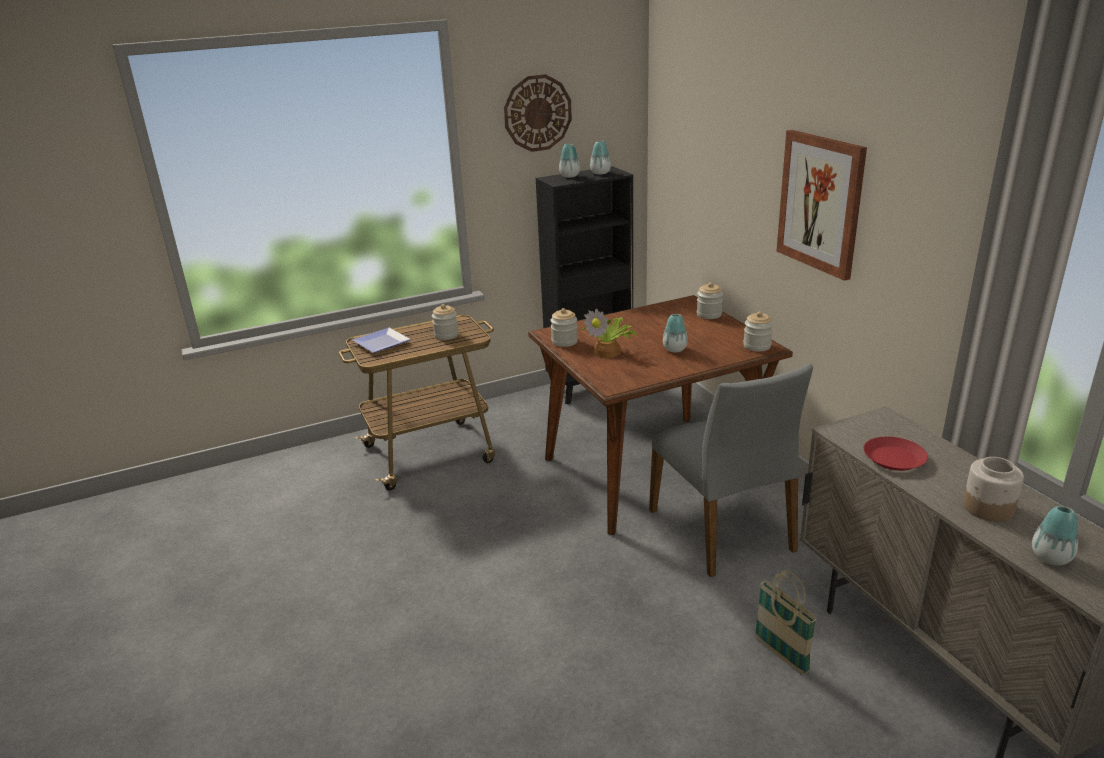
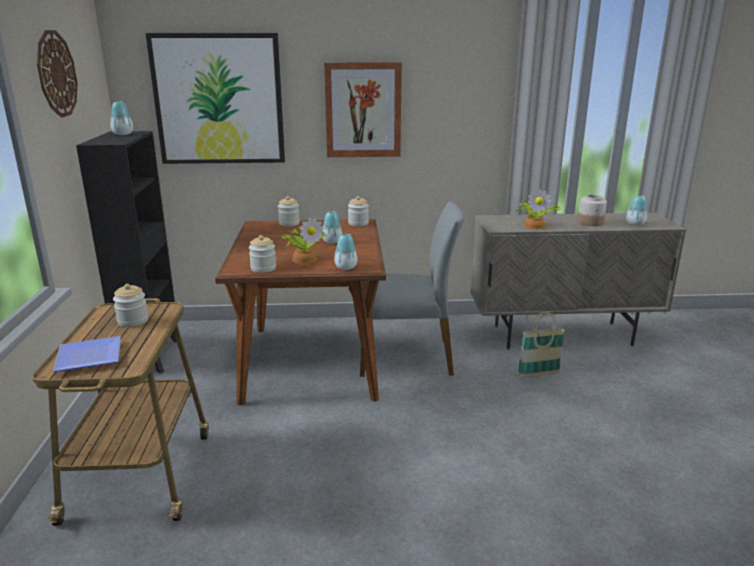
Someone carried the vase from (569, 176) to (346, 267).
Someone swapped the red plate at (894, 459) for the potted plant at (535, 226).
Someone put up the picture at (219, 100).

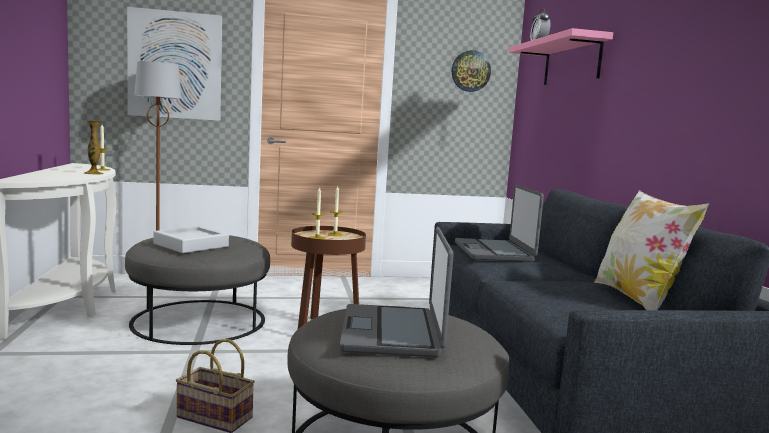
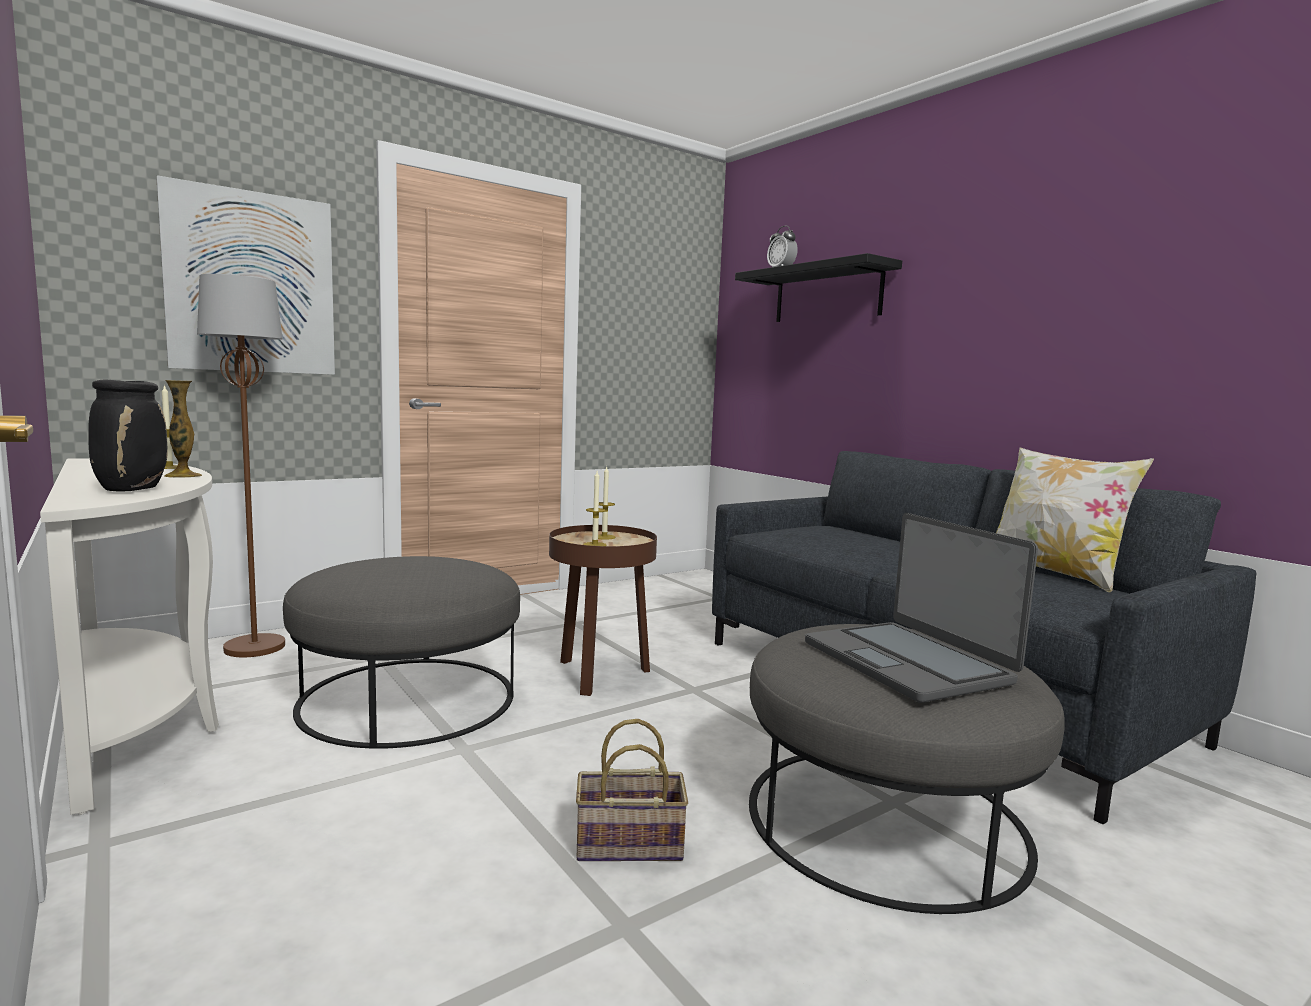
Someone took away the grey tray at (191, 245).
Someone took away the wall clock at (470, 71).
Someone took away the laptop at (494, 252).
Someone repainted the pink shelf at (571, 62), which became the black shelf at (827, 294).
Someone put down the black vase at (132, 489).

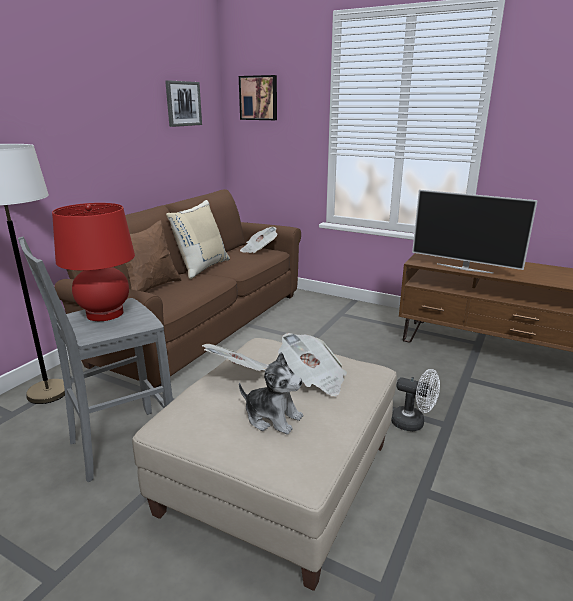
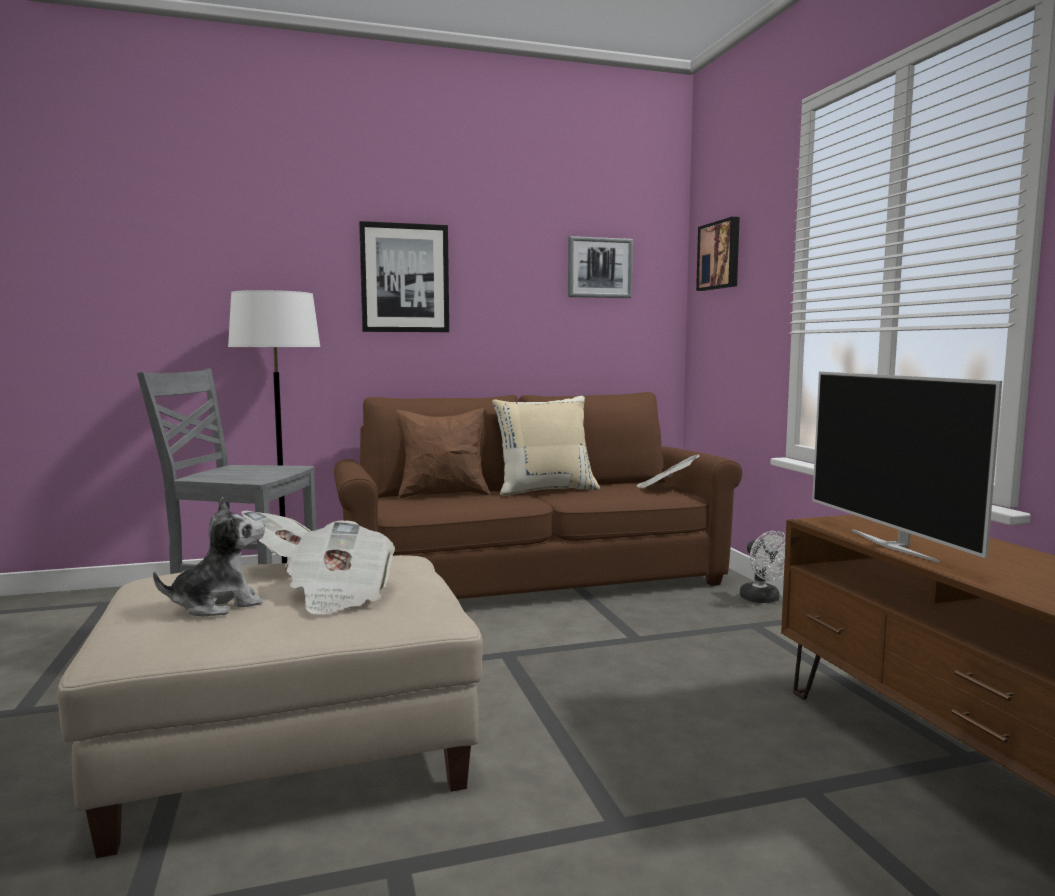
Someone took away the red table lamp at (105, 314).
Someone rotated the plush toy at (272, 418) by 105 degrees counterclockwise.
Someone carried the white fan from (413, 423) to (763, 600).
Someone put up the picture at (404, 278).

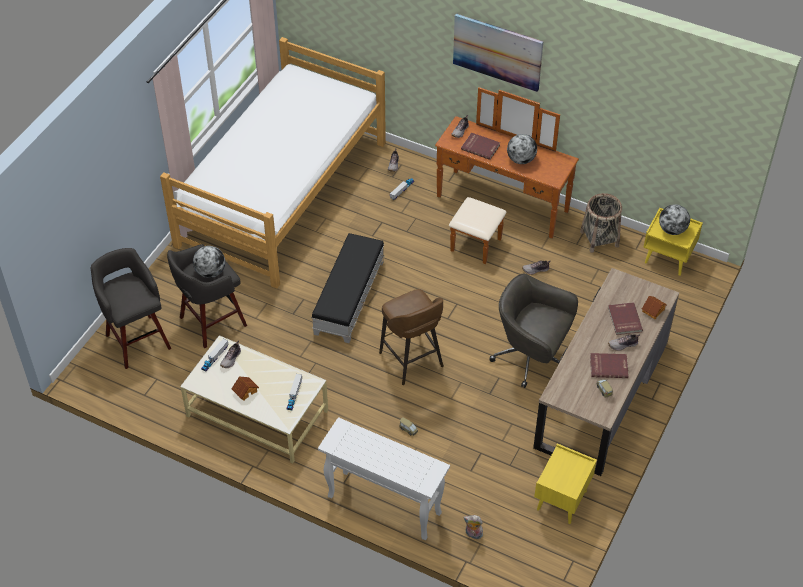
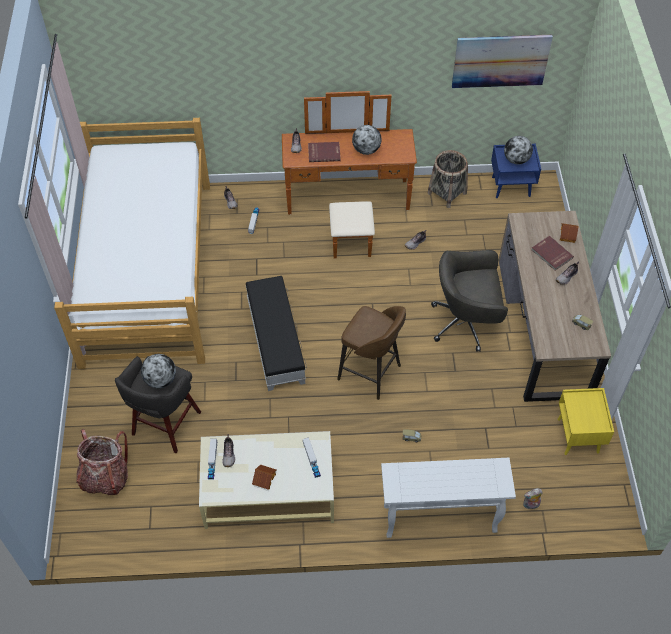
Someone swapped the grey stool at (137, 340) for the backpack at (105, 477).
Someone carried the picture from (497, 51) to (500, 60).
Someone took away the red book at (608, 366).
Someone repainted the yellow nightstand at (668, 258), which became the blue nightstand at (511, 186).

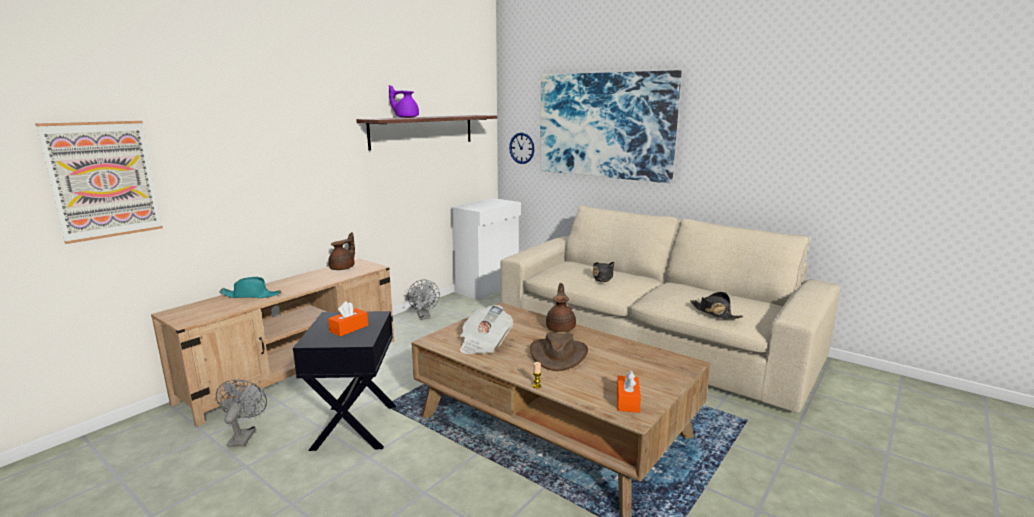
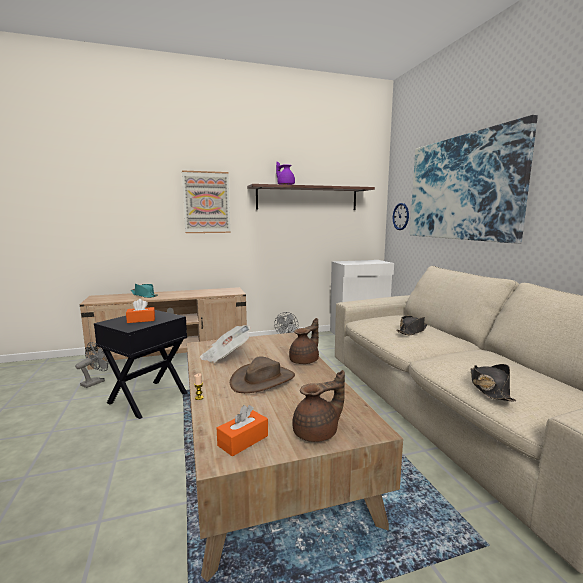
Someone carried the picture from (103, 180) to (206, 202).
Someone carried the brown teapot from (343, 268) to (317, 433).

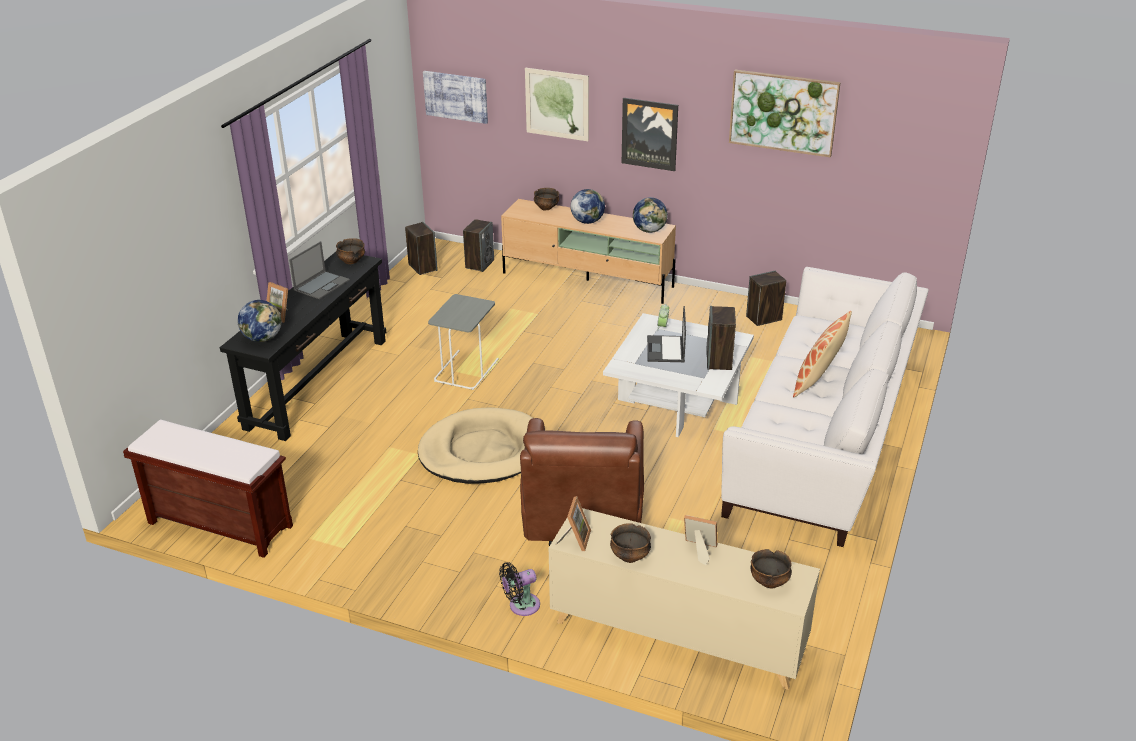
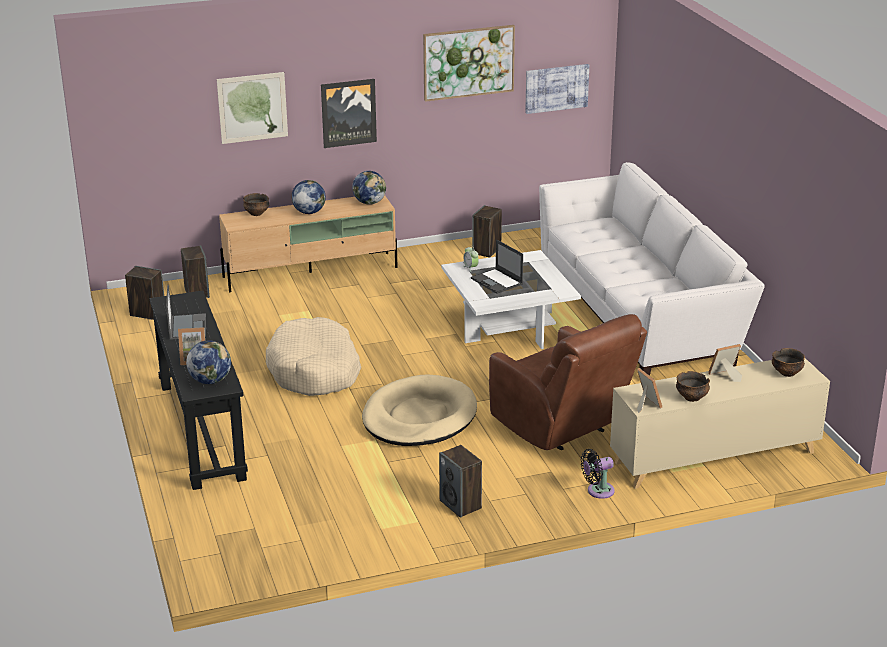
Someone took away the brown bench at (218, 524).
Someone took away the bowl at (351, 261).
Someone carried the picture from (456, 96) to (556, 88).
Someone swapped the grey side table at (465, 370) for the beige dog bed at (315, 371).
Someone rotated the black fan at (521, 606) by 45 degrees clockwise.
Someone carried the speaker from (719, 361) to (461, 504).
Someone took away the pillow at (818, 381).

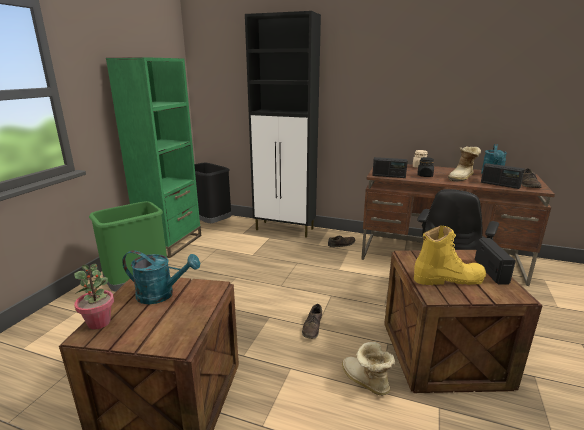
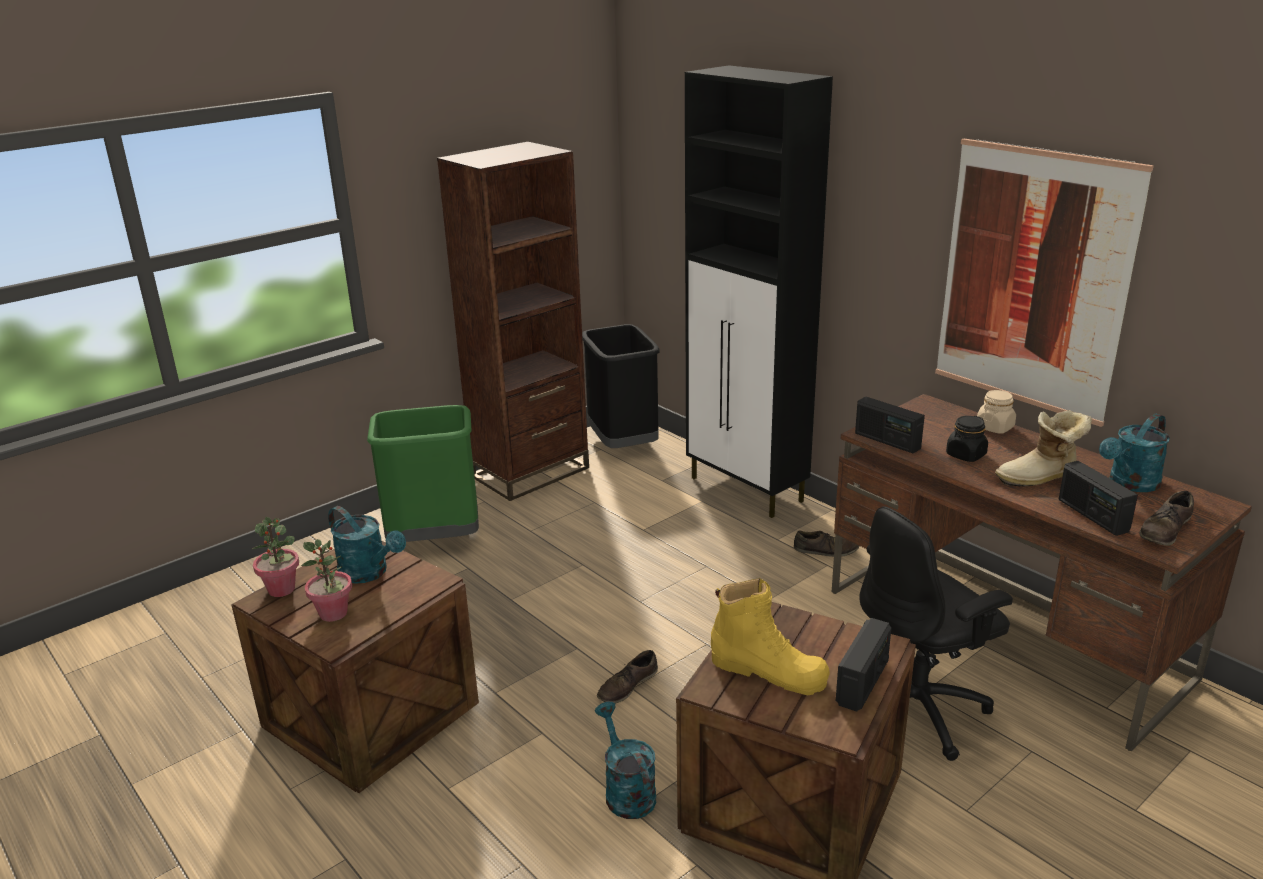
Someone repainted the green bookcase at (171, 243), which became the brown bookcase at (530, 472).
Someone swapped the boot at (365, 382) for the turquoise watering can at (626, 791).
Someone put down the potted plant at (333, 613).
Someone put up the picture at (1033, 279).

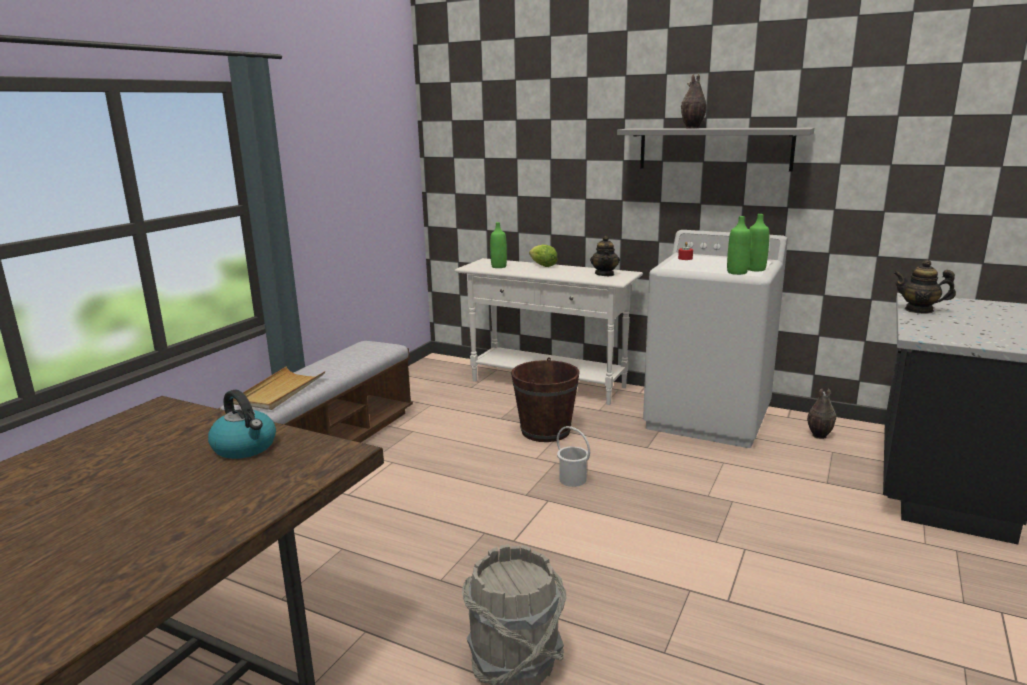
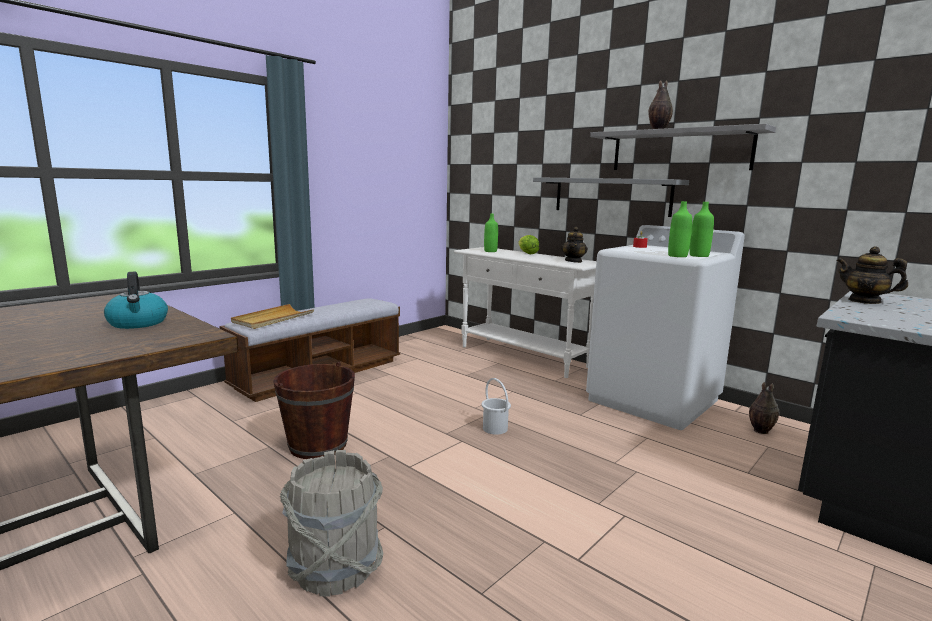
Someone carried the brown bucket from (545, 431) to (318, 445).
Someone put up the grey shelf at (611, 196).

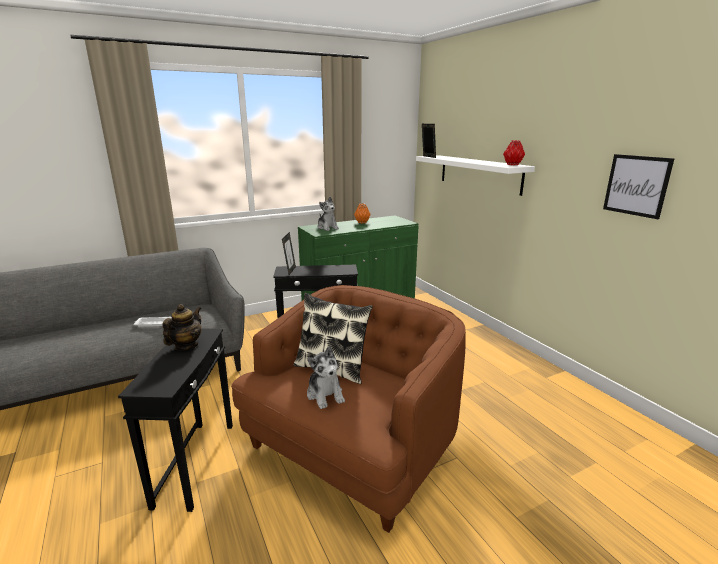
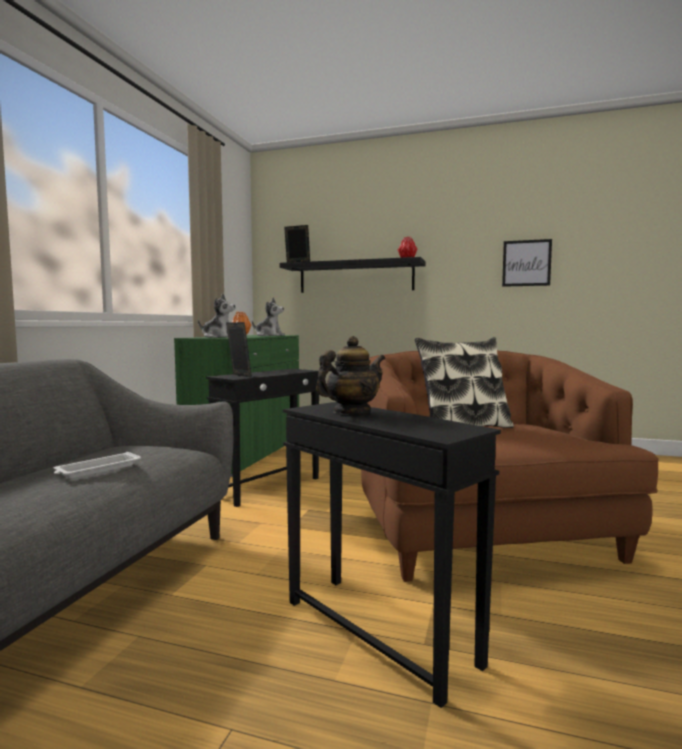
Someone rotated the teapot at (186, 346) by 75 degrees clockwise.
Someone carried the plush toy from (325, 394) to (269, 335).
Someone repainted the white shelf at (479, 173), which became the black shelf at (355, 277).

